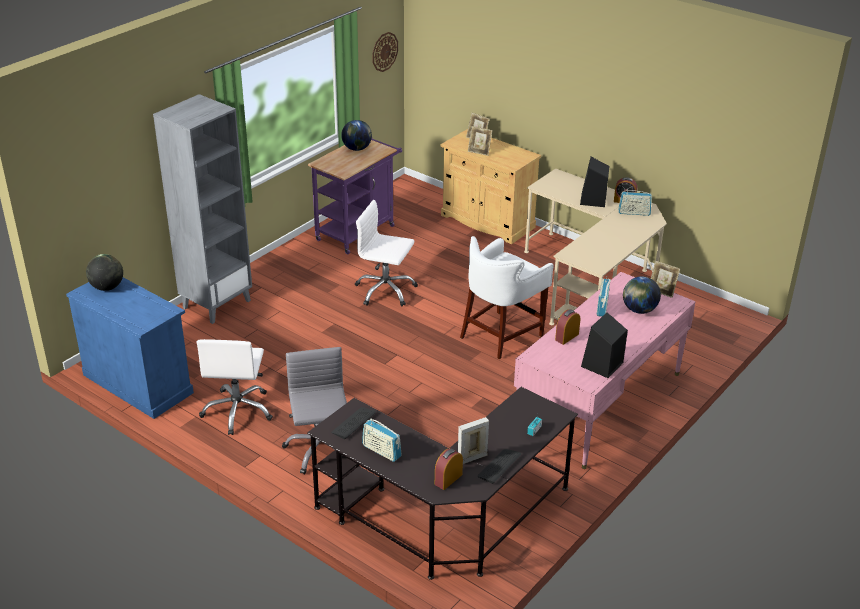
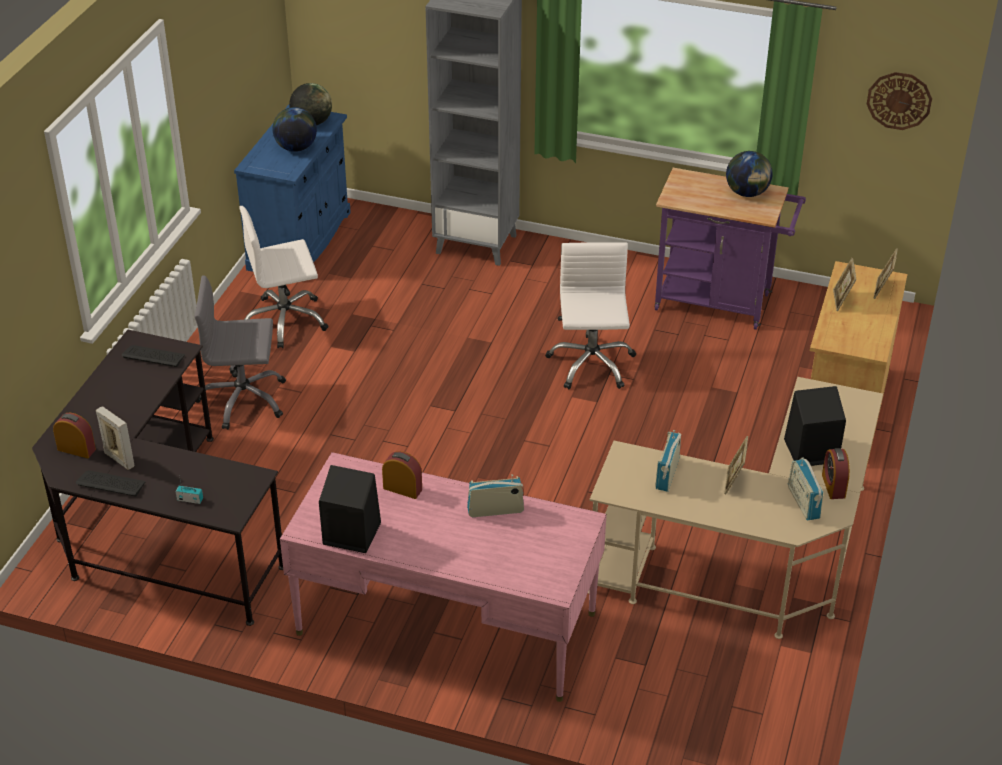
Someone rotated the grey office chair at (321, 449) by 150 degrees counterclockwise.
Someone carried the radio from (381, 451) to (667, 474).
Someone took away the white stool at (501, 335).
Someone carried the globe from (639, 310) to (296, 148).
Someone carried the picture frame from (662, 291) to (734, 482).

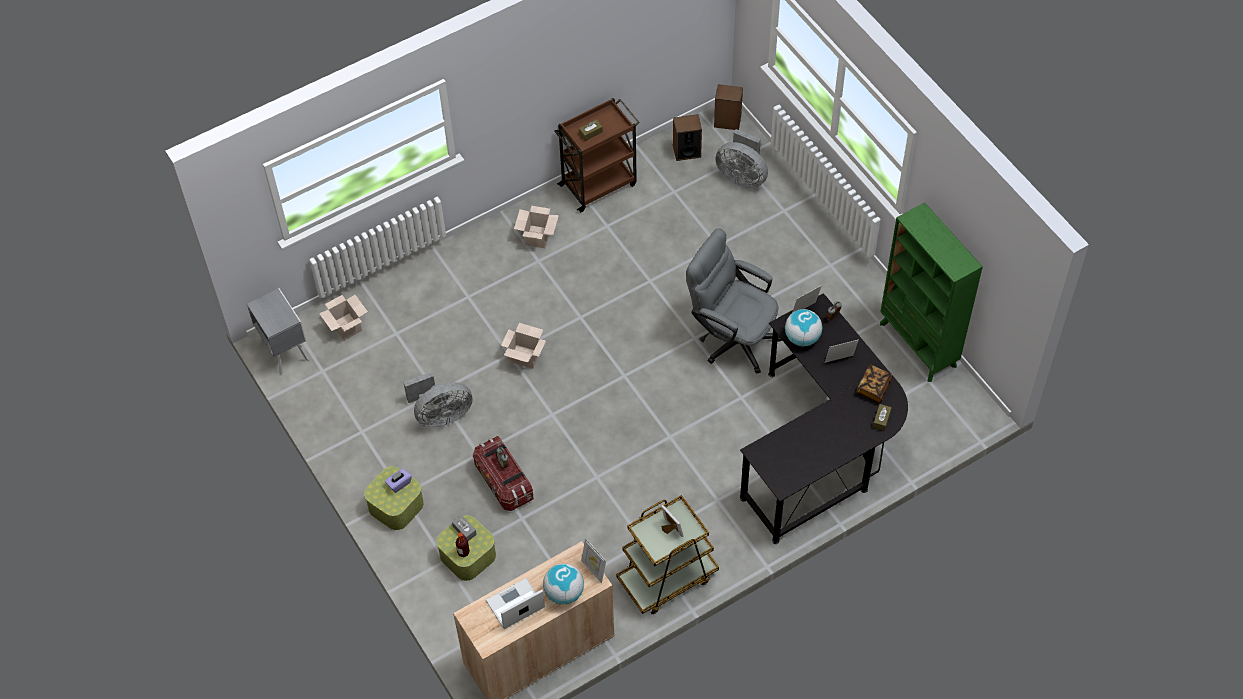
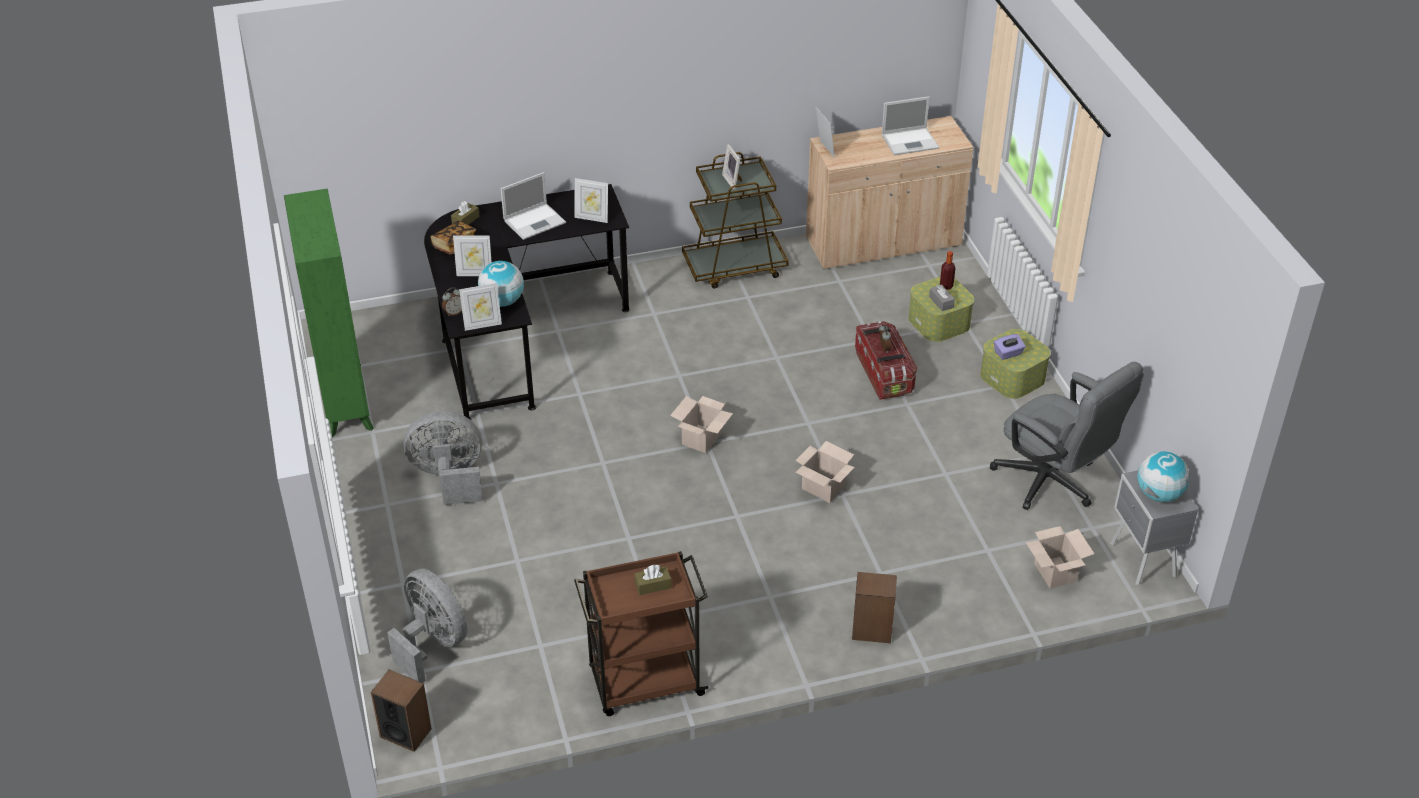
Someone carried the grey fan from (441, 415) to (449, 478).
Someone carried the cardboard box from (537, 236) to (701, 439).
Someone carried the globe from (564, 593) to (1159, 494).
Someone carried the speaker from (686, 151) to (872, 630).
Someone carried the grey office chair from (732, 337) to (1053, 484).
Someone put down the laptop at (535, 221).
Someone put down the picture frame at (592, 218).

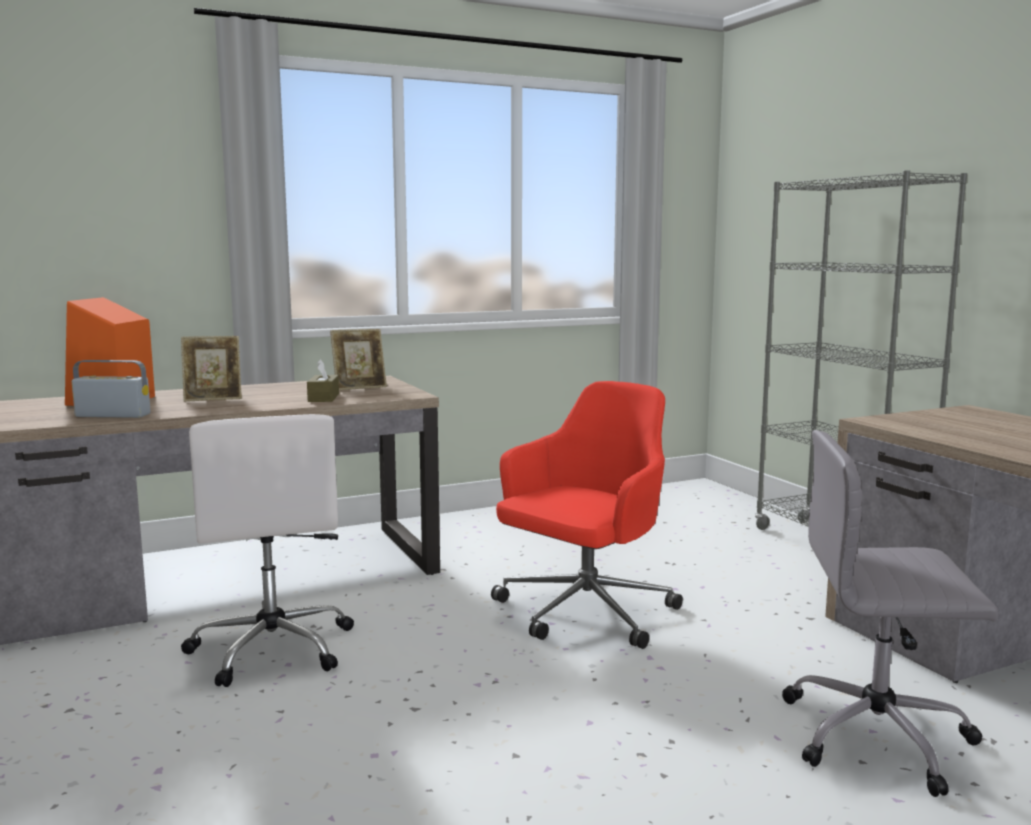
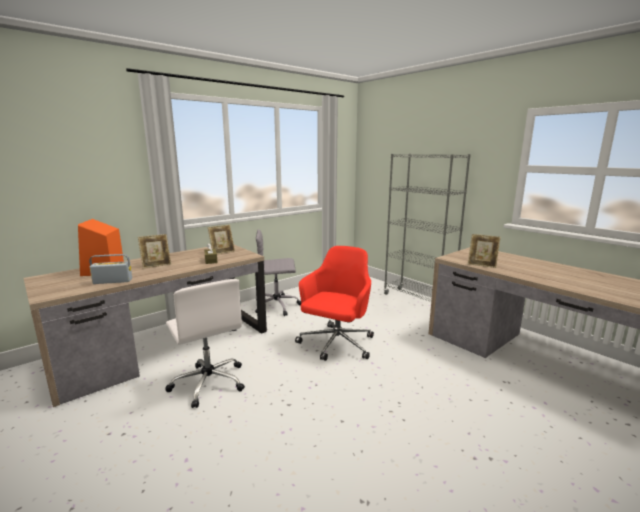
Someone carried the grey office chair from (879, 736) to (277, 306).
Someone put down the picture frame at (482, 265).

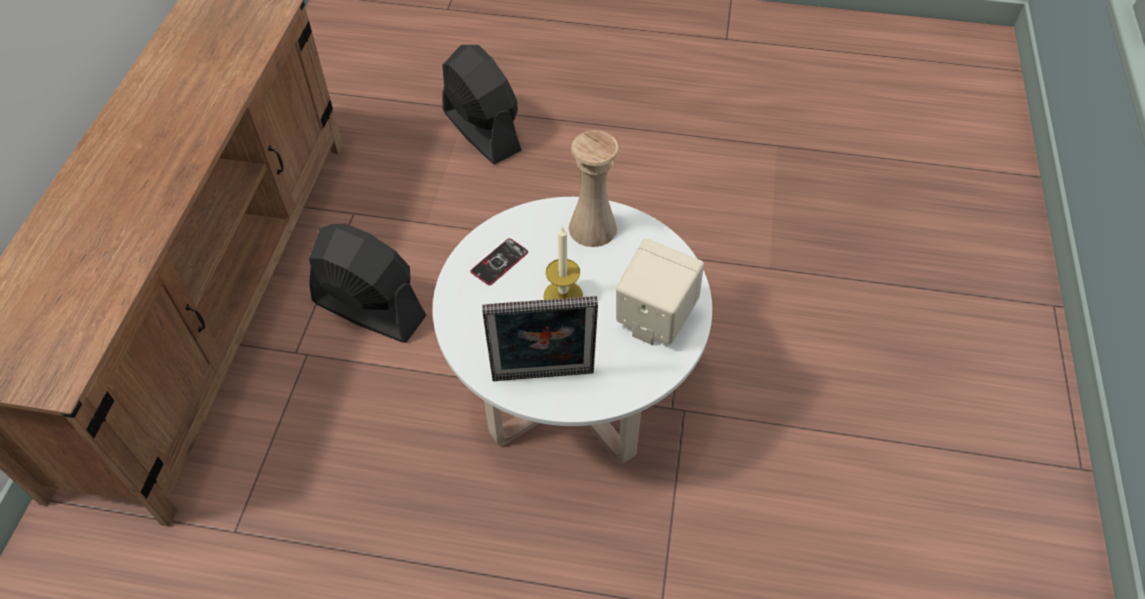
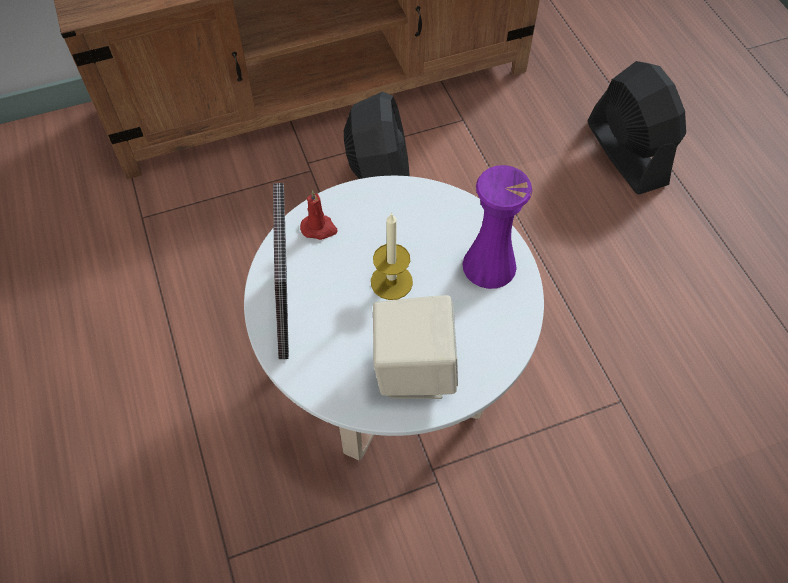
Someone rotated the black fan at (481, 131) by 45 degrees counterclockwise.
Someone took away the phone at (499, 262).
Someone rotated the picture frame at (543, 379) by 150 degrees counterclockwise.
Someone repainted the beige vase at (592, 228), which became the purple vase at (489, 265).
Someone put down the red candle at (319, 228).

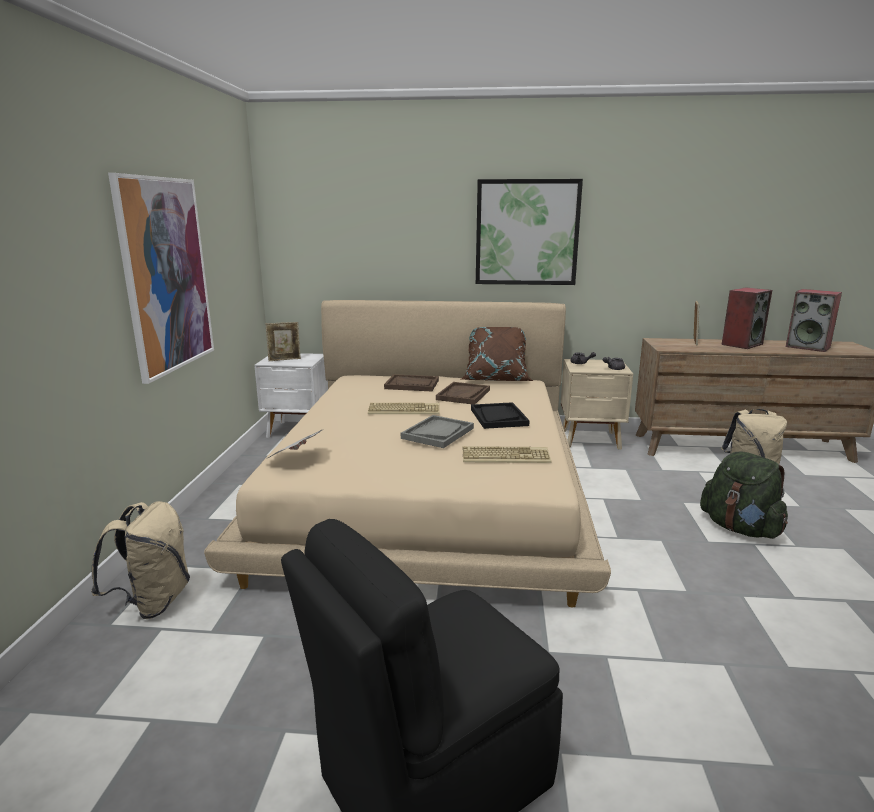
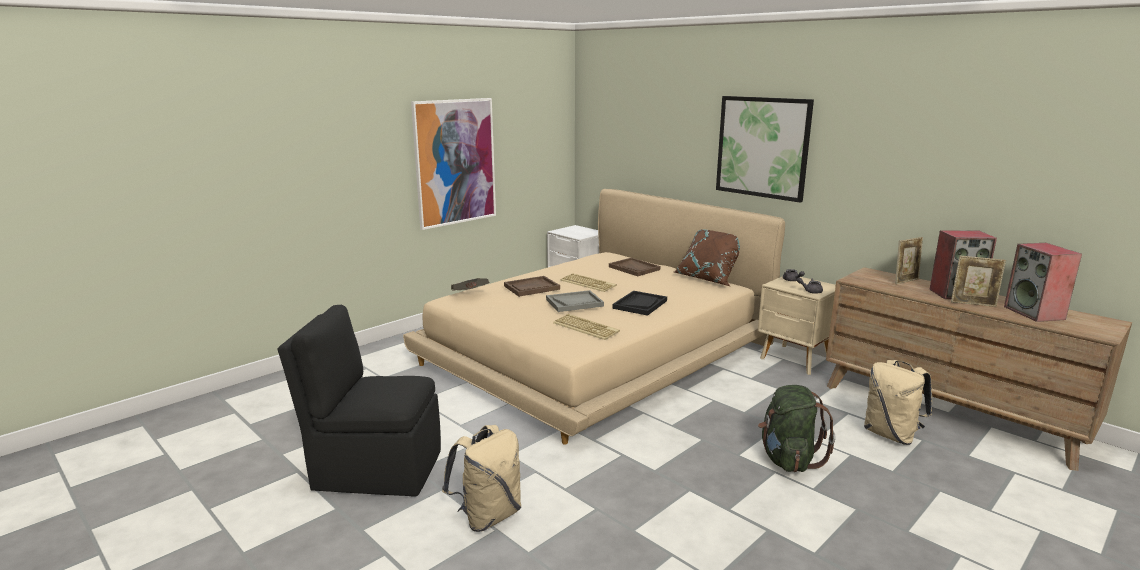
Someone carried the beige backpack from (153, 602) to (488, 516).
Someone carried the picture frame from (284, 359) to (973, 304).
Someone carried the brown tray from (463, 395) to (531, 288).

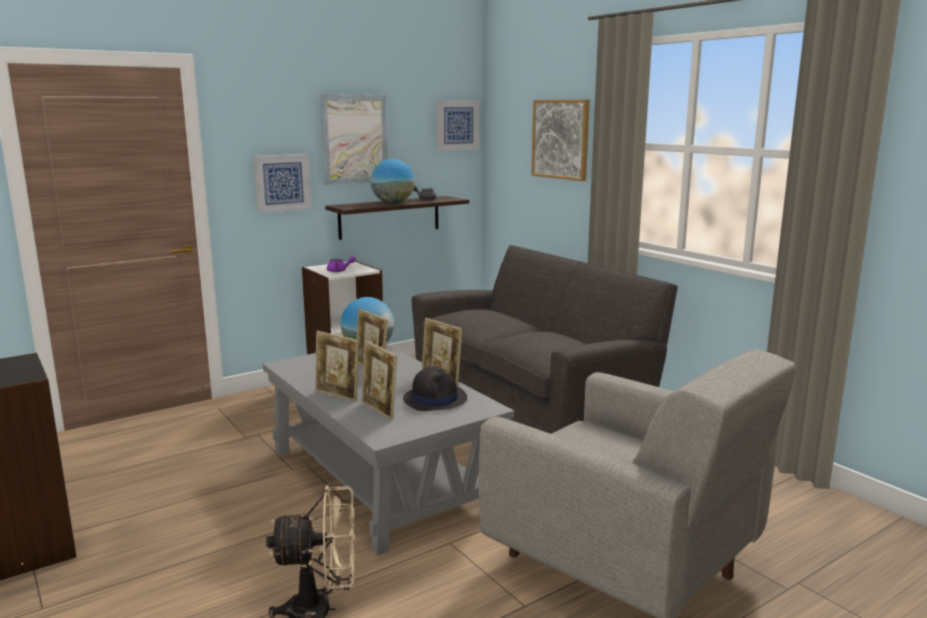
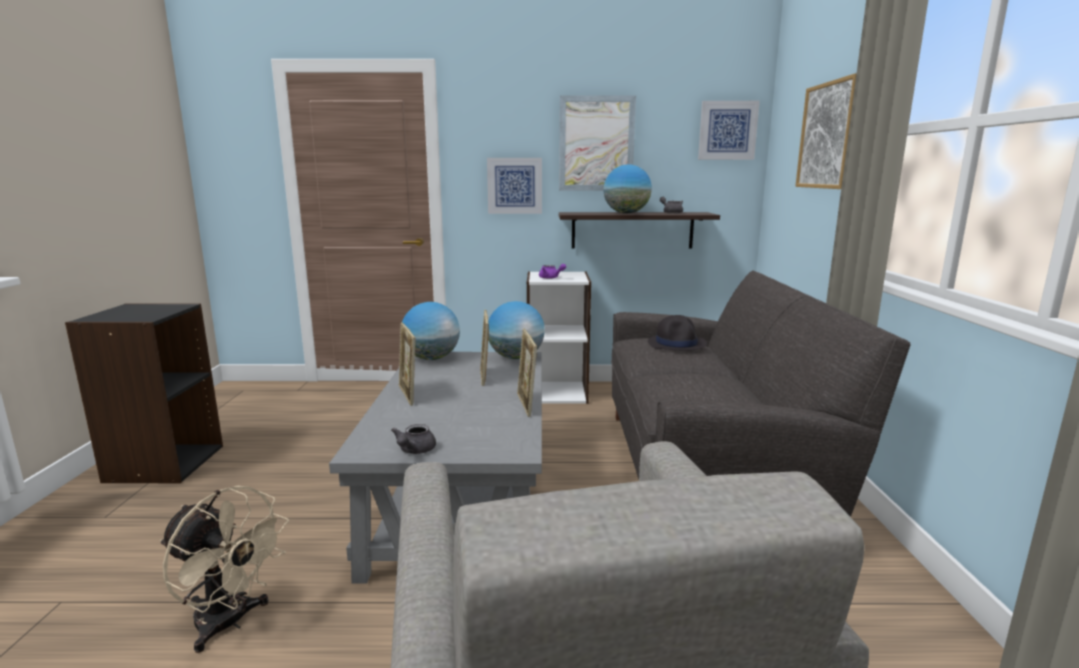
Someone took away the picture frame at (379, 410).
Someone carried the black hat from (435, 399) to (677, 344).
Someone put down the grey teapot at (414, 451).
Someone put down the globe at (432, 358).

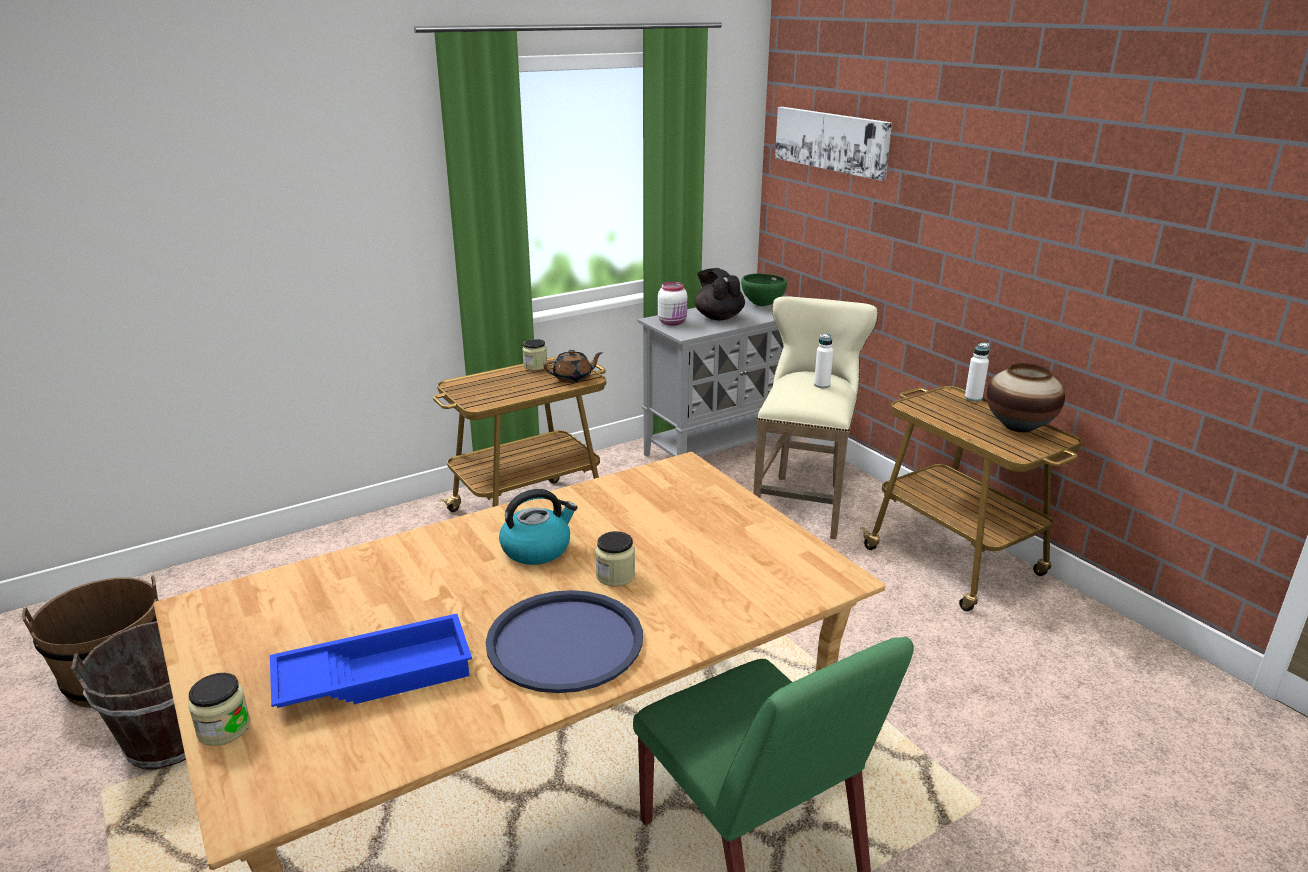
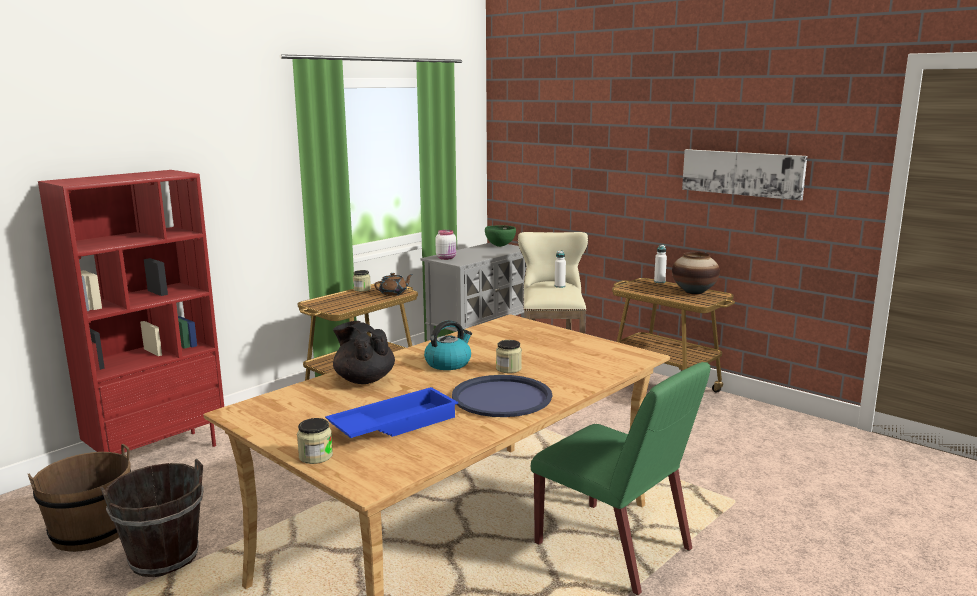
Someone carried the black teapot from (718, 317) to (364, 379).
Someone carried the picture from (831, 141) to (742, 173).
Someone put down the red bookcase at (159, 454).

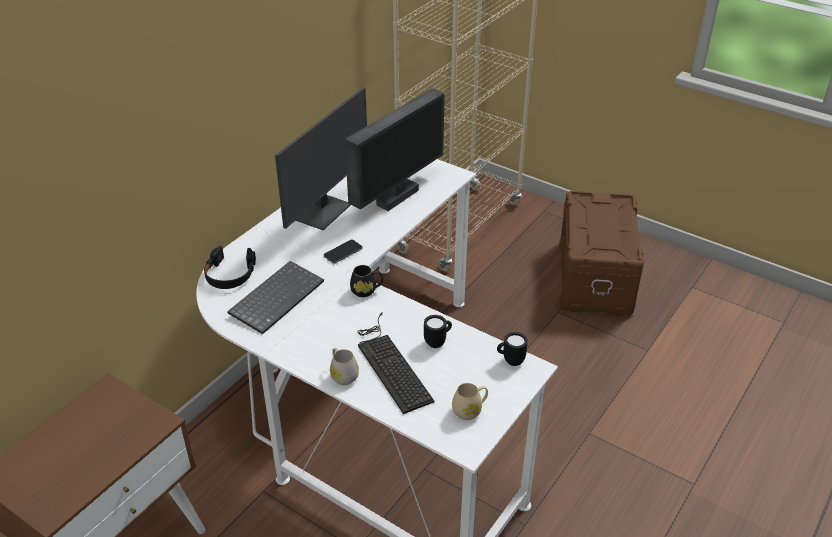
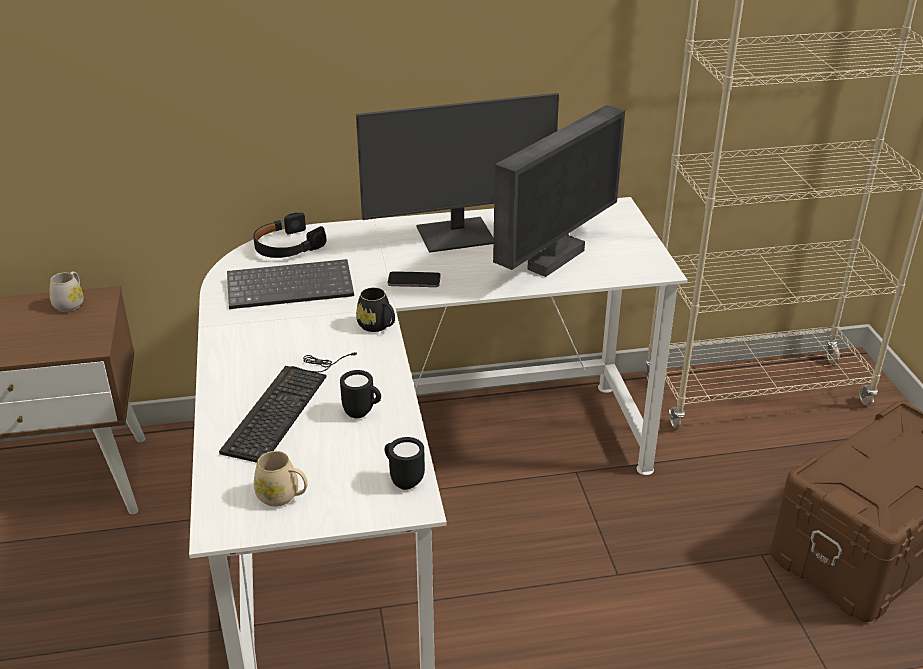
Someone carried the white mug from (343, 375) to (71, 303).
Someone rotated the monitor at (396, 197) by 45 degrees counterclockwise.

